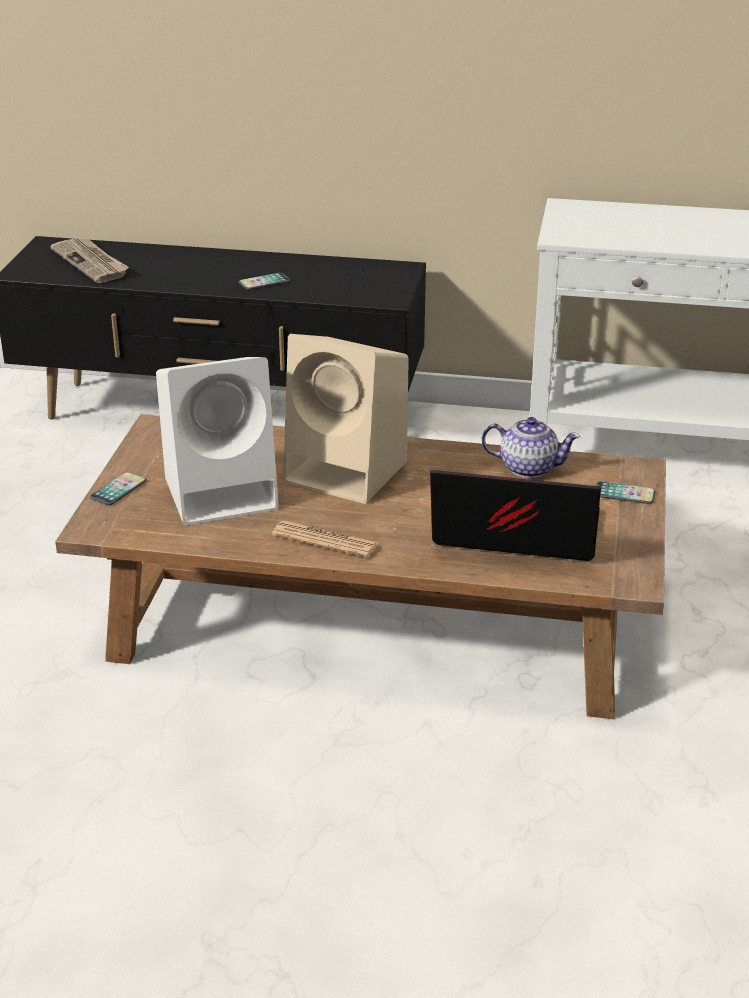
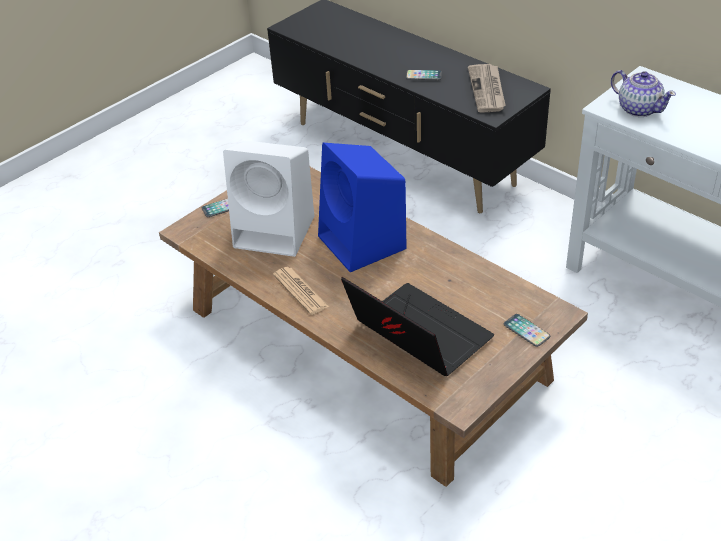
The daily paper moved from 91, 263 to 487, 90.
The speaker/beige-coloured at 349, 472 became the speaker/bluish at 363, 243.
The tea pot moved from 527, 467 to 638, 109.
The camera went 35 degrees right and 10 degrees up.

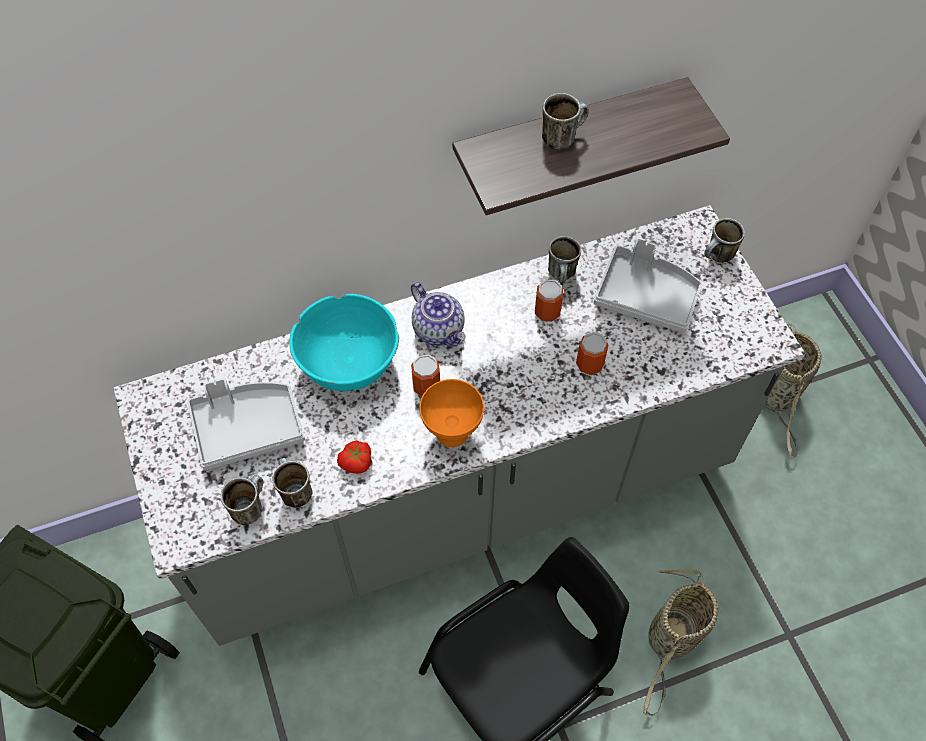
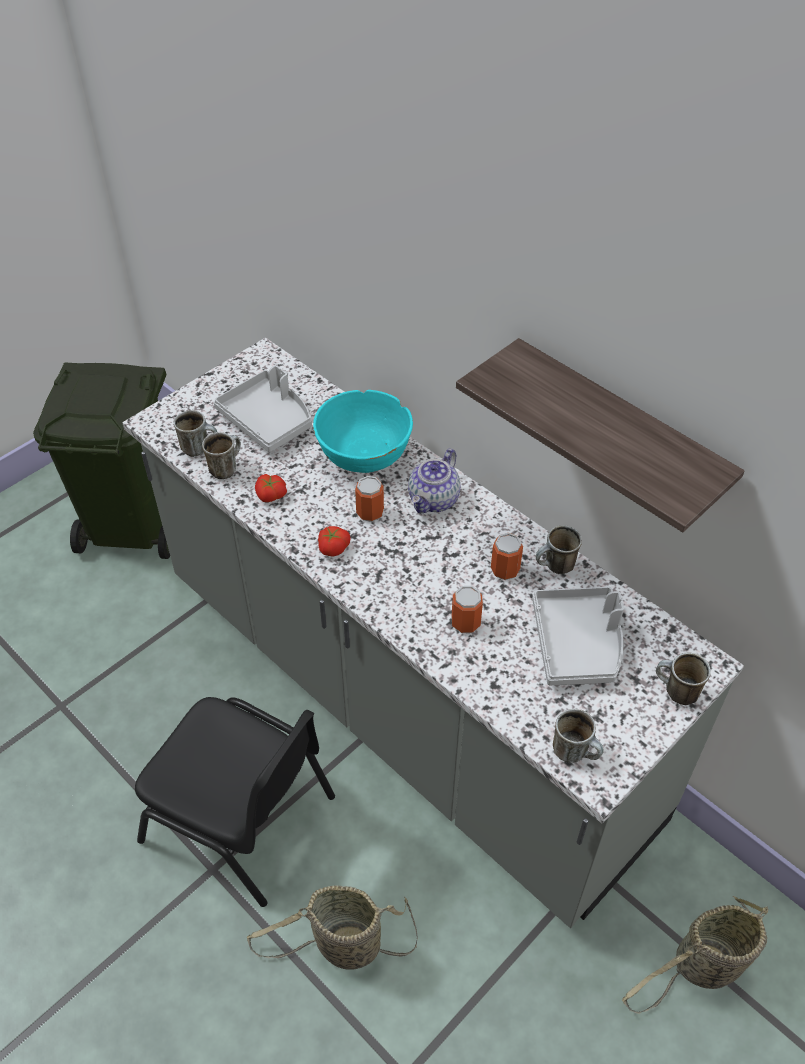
The deep dish/orangey at 453, 433 was replaced by the tomato at 333, 547.
The mug moved from 562, 137 to 575, 752.
The camera went 65 degrees right and 10 degrees down.

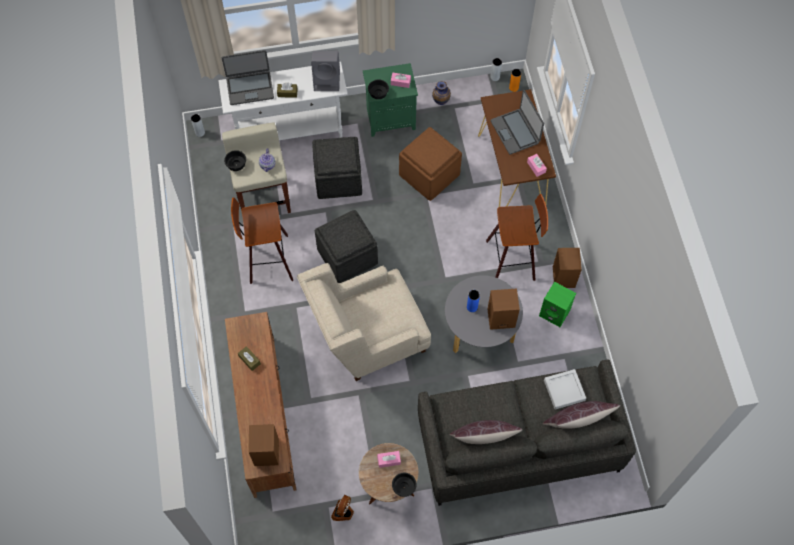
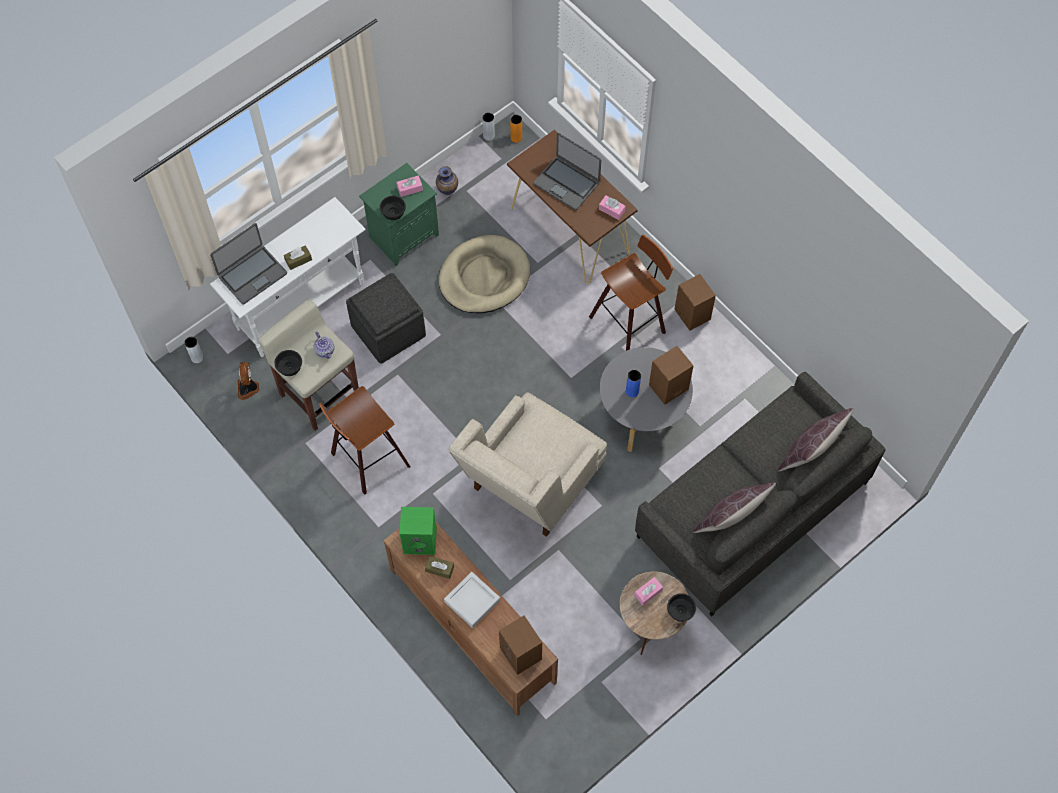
The speaker/grey at 327, 80 disappeared.
The footrest/grey at 347, 257 disappeared.
The cooling fan moved from 343, 512 to 248, 388.
The footrest/brownish at 428, 174 was replaced by the pet bed/beige-coloured at 484, 277.
The speaker/green moved from 555, 313 to 421, 540.
The carrying tray/grey moved from 564, 390 to 472, 601.
The camera went 30 degrees left and 0 degrees up.

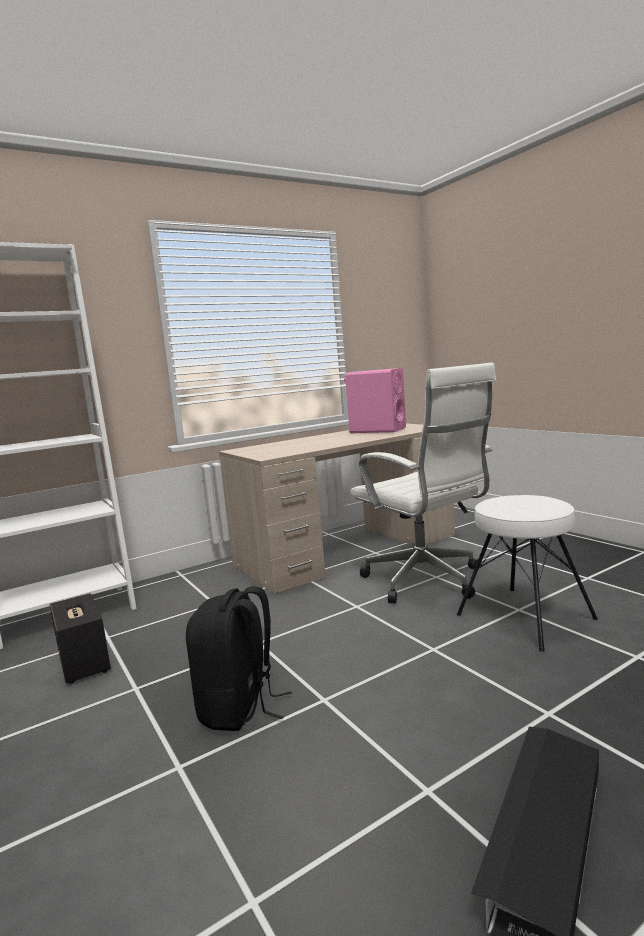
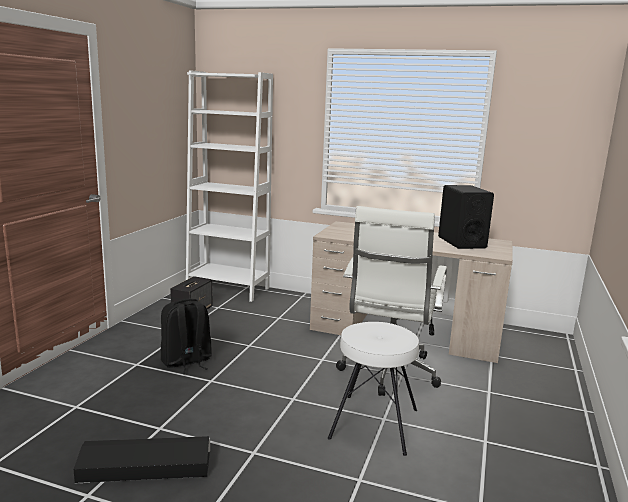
The speaker/pink at 377, 430 became the speaker/black-coloured at 461, 242.
The camera went 50 degrees right and 5 degrees up.

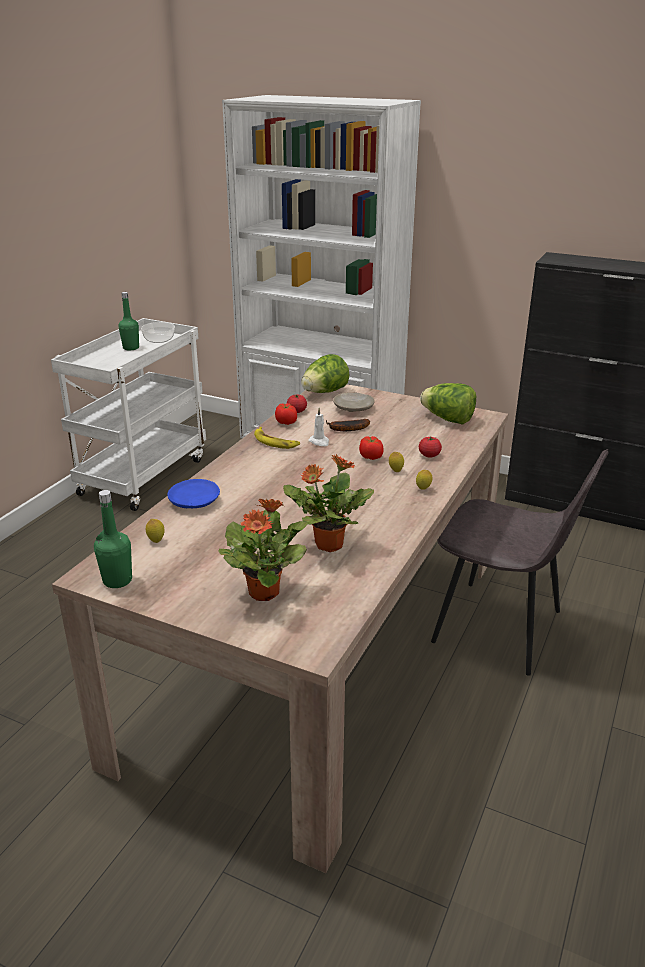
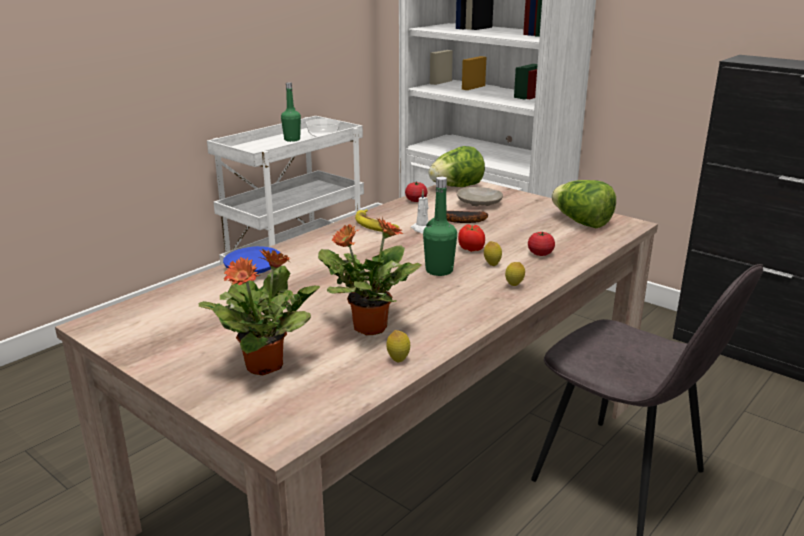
The beverage bottle/green moved from 117, 580 to 439, 271.
The lemon moved from 156, 541 to 398, 360.
The tomato at 286, 422 disappeared.
The camera went 15 degrees right and 5 degrees down.

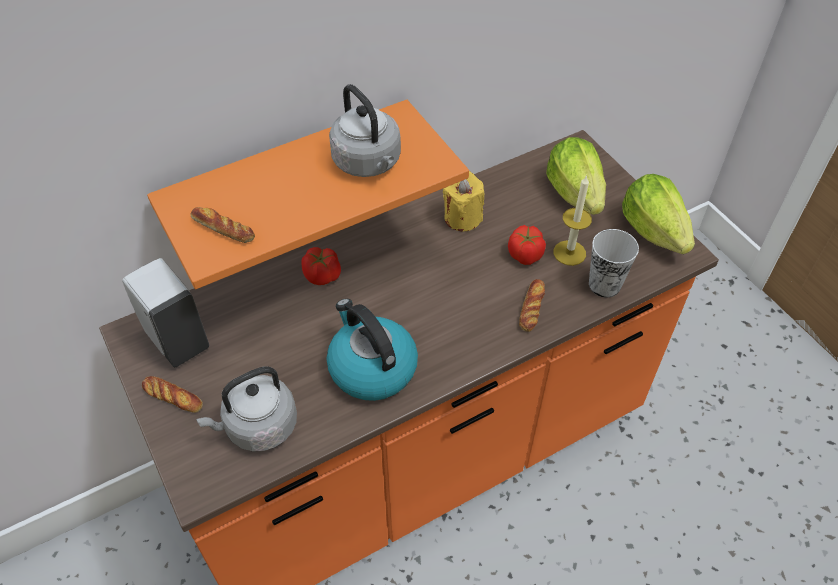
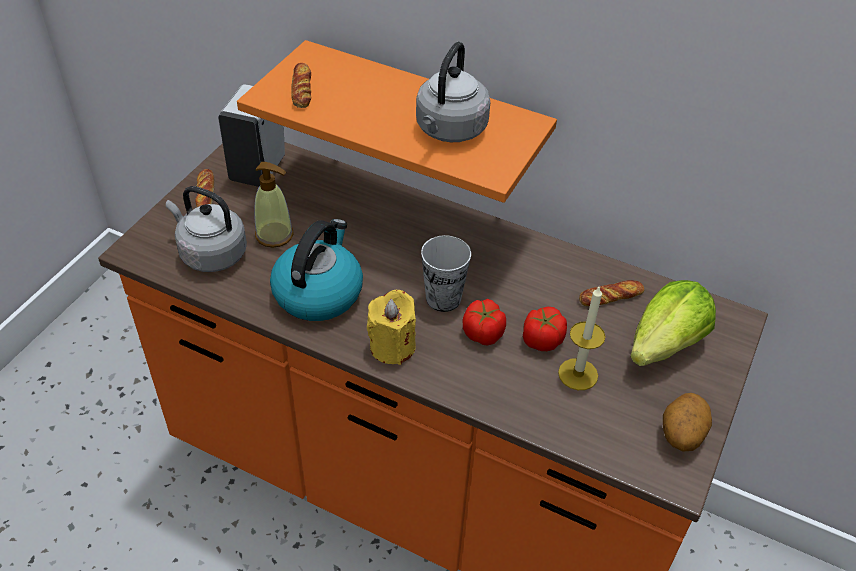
The tomato moved from 322, 275 to 483, 334.
The candle/yellow moved from 462, 218 to 392, 346.
The baked bread moved from 531, 308 to 610, 297.
The small cup moved from 604, 285 to 443, 298.
The lettuce head at 653, 231 was replaced by the potato at 680, 435.
The soap dispenser at 274, 235 appeared.
The camera went 55 degrees right and 5 degrees down.

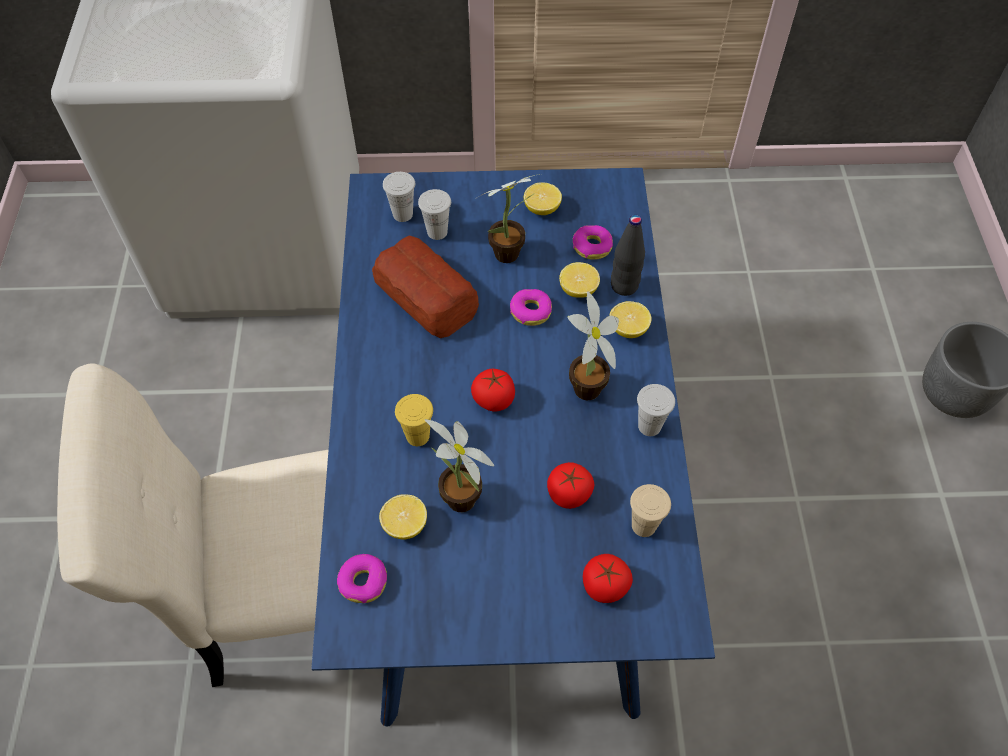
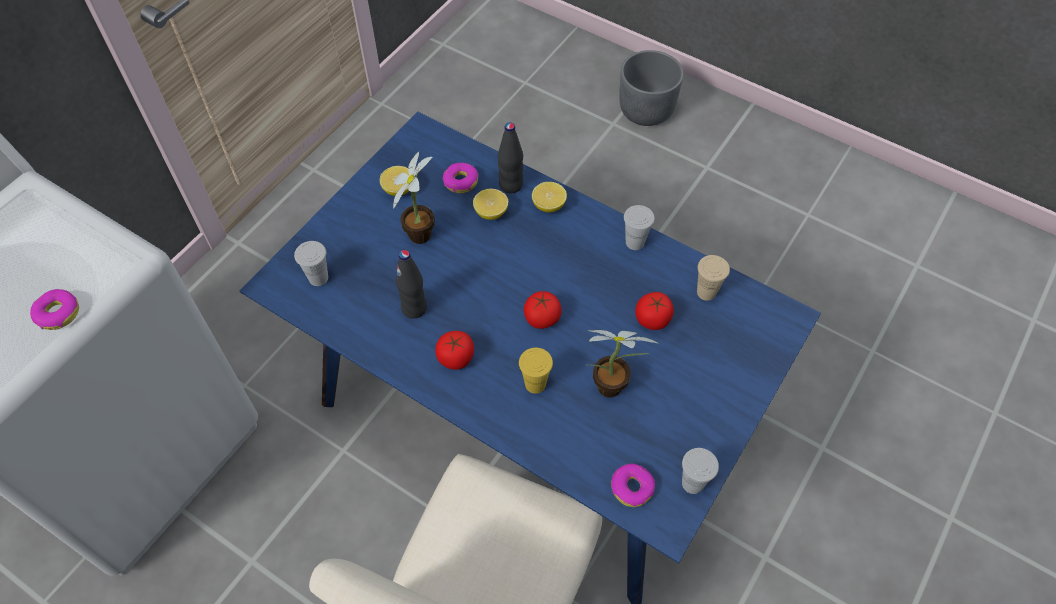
The baked bread at 426, 297 was replaced by the beverage bottle/black-coloured at 414, 308.
The lemon at 405, 525 disappeared.
The small cup/white-coloured moved from 437, 232 to 692, 483.
The donut moved from 530, 311 to 58, 313.
The houseplant at 584, 393 disappeared.
The tomato moved from 605, 586 to 456, 358.
The camera went 55 degrees left and 0 degrees up.

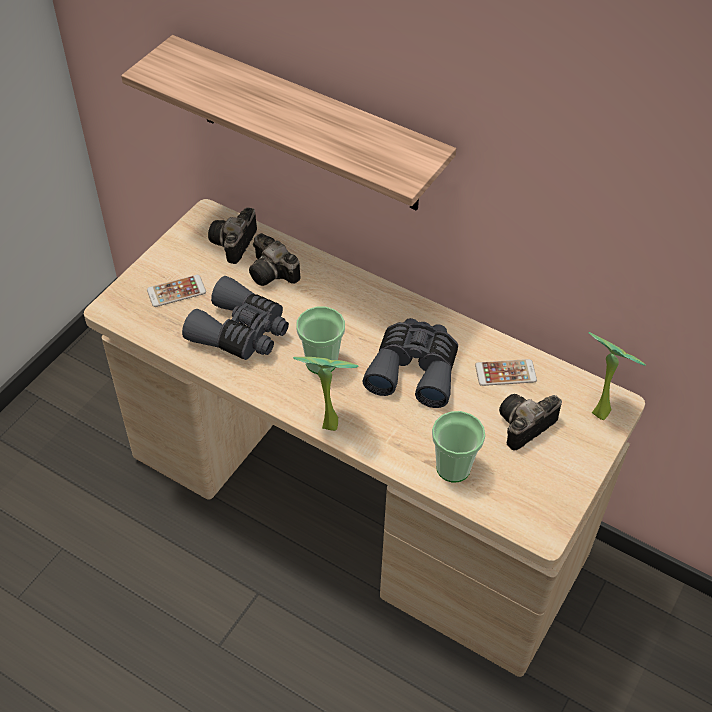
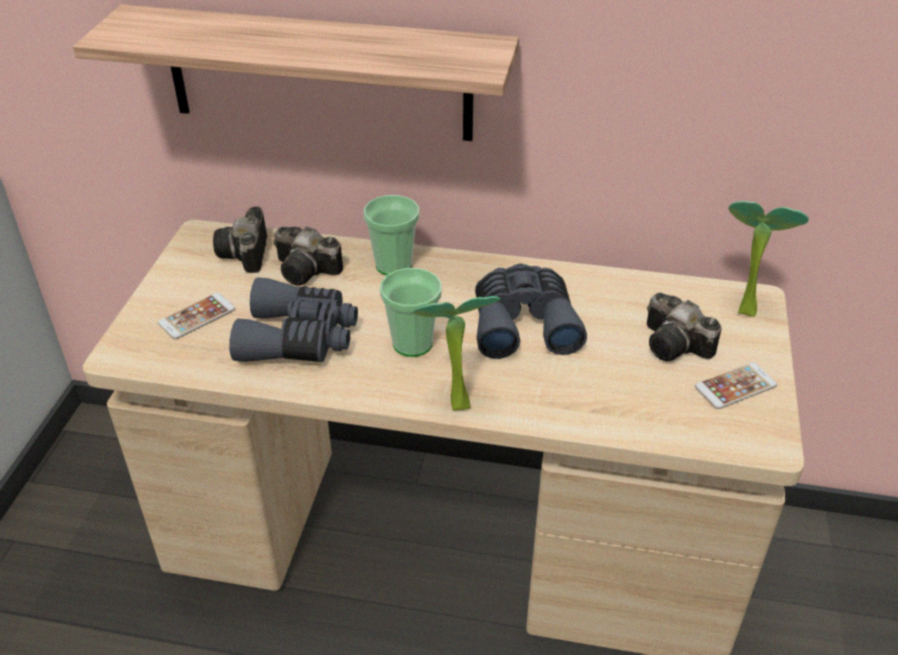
The small cup moved from 453, 468 to 394, 265.
The phone moved from 505, 373 to 735, 386.
The photo camera at 523, 427 turned 75 degrees counterclockwise.
The camera went 20 degrees left and 10 degrees down.

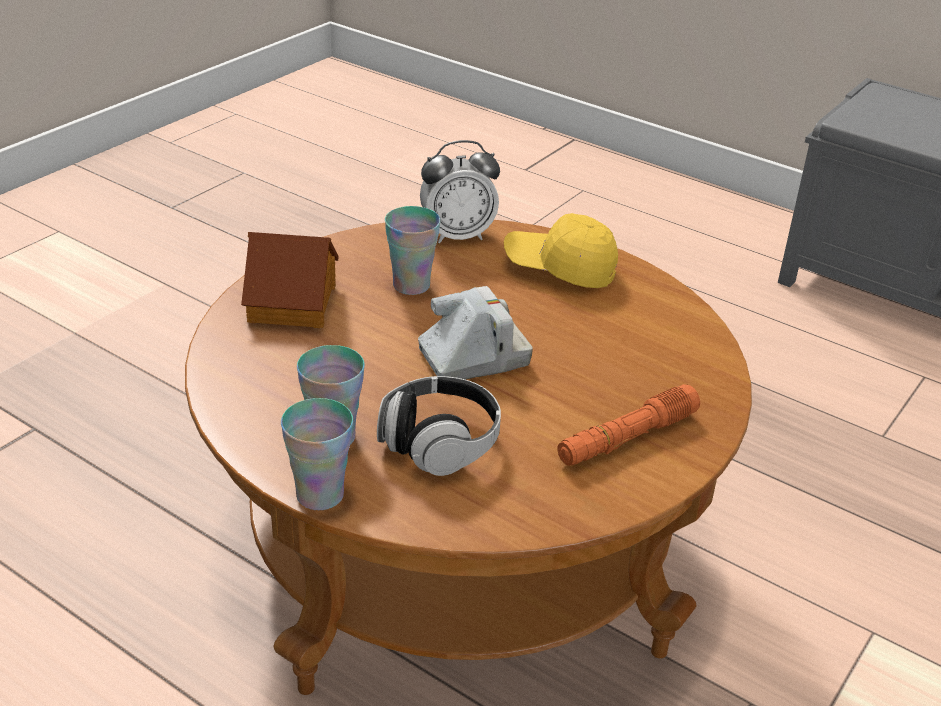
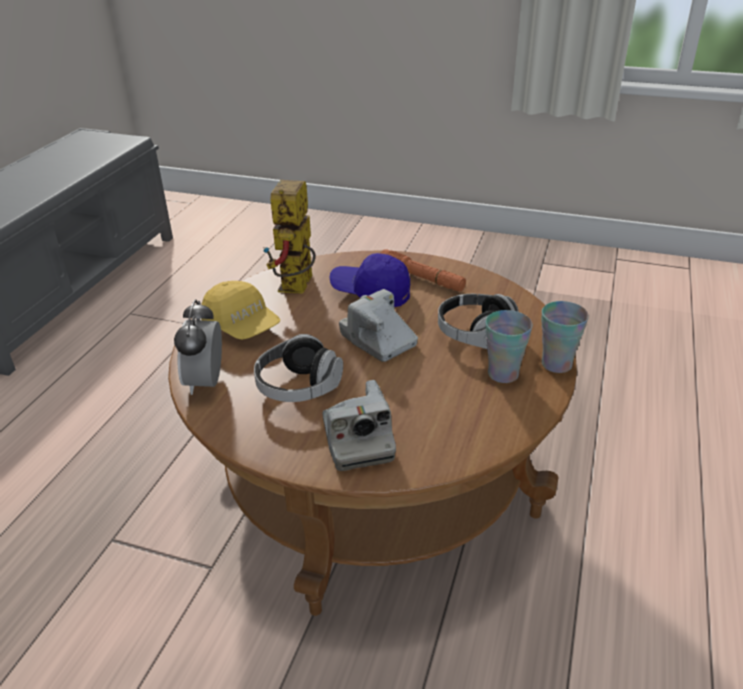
The model house at 294, 303 was replaced by the photo camera at 357, 441.
The small cup at 411, 285 was replaced by the headphones at 298, 387.
The alarm clock at 457, 235 turned 150 degrees counterclockwise.
The baseball cap/yellow at 560, 269 turned 45 degrees counterclockwise.
The toy robot at 297, 289 appeared.
The baseball cap/bluish at 371, 293 appeared.
The camera went 105 degrees left and 0 degrees up.

